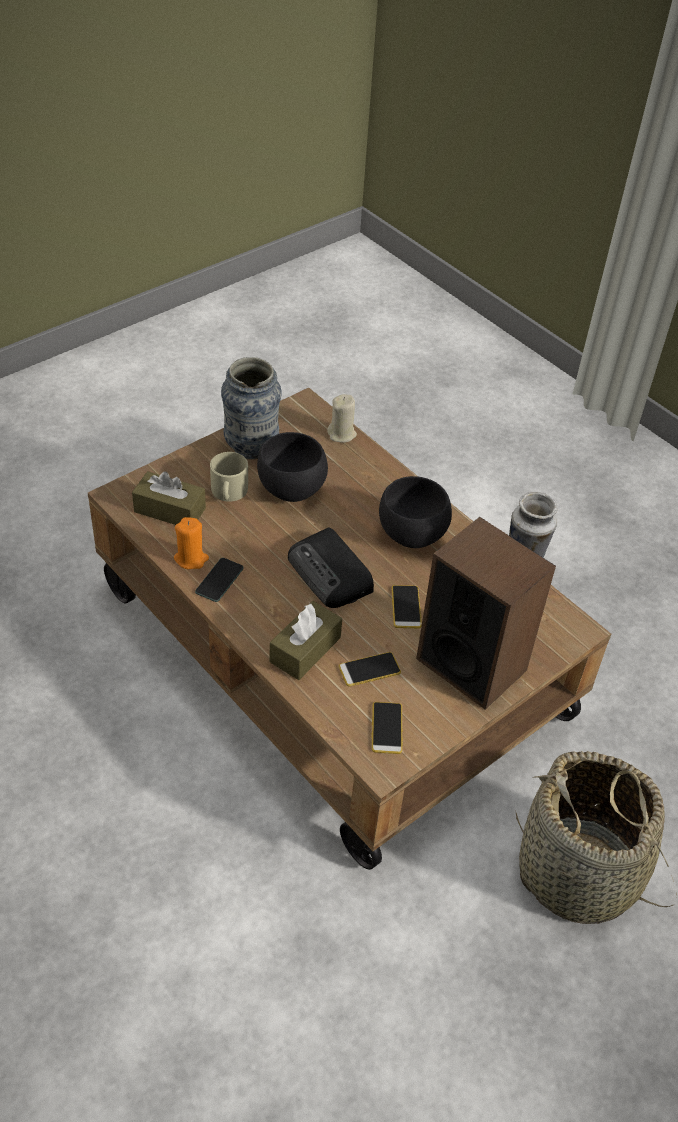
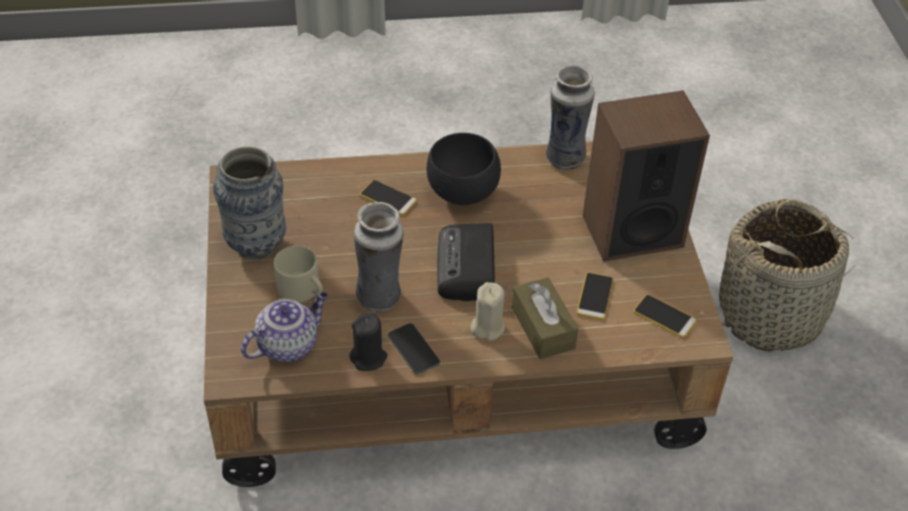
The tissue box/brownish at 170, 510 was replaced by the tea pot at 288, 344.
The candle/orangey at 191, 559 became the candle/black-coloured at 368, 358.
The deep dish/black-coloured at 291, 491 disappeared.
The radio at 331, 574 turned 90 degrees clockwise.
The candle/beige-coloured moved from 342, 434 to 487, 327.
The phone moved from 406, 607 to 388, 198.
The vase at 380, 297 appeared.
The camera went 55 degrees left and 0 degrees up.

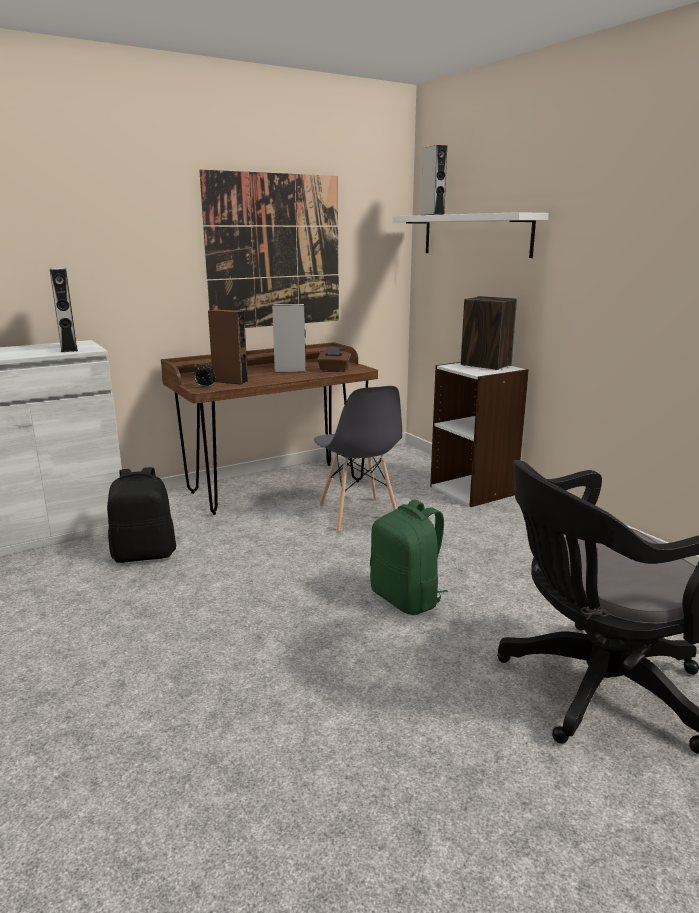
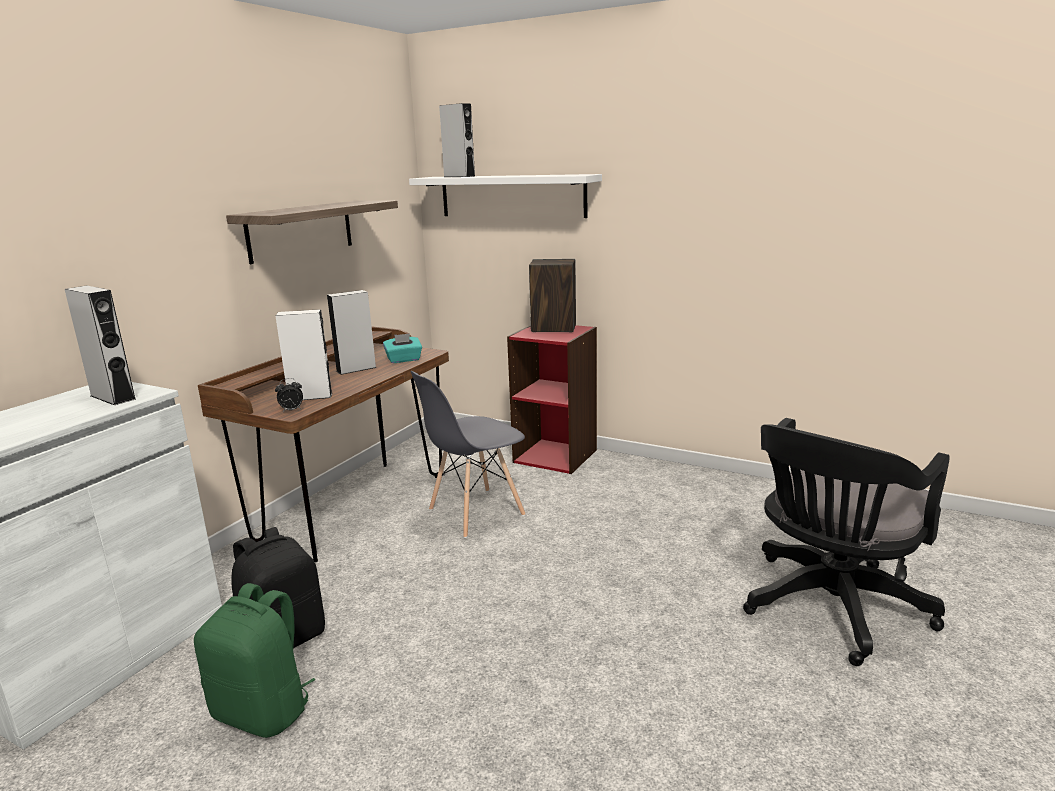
The wall picture at 275, 251 was replaced by the bracket shelf at 301, 230.
The speaker/brownish at 230, 381 became the speaker/white-coloured at 310, 397.
The upright chair/grey at 358, 514 turned 105 degrees clockwise.
The tissue box/brownish at 333, 370 became the tissue box/blue-green at 404, 360.
The backpack/green moved from 407, 599 to 264, 711.
The bookshelf/white-coloured at 474, 490 became the bookshelf/red-coloured at 556, 456.
The camera went 30 degrees left and 0 degrees up.

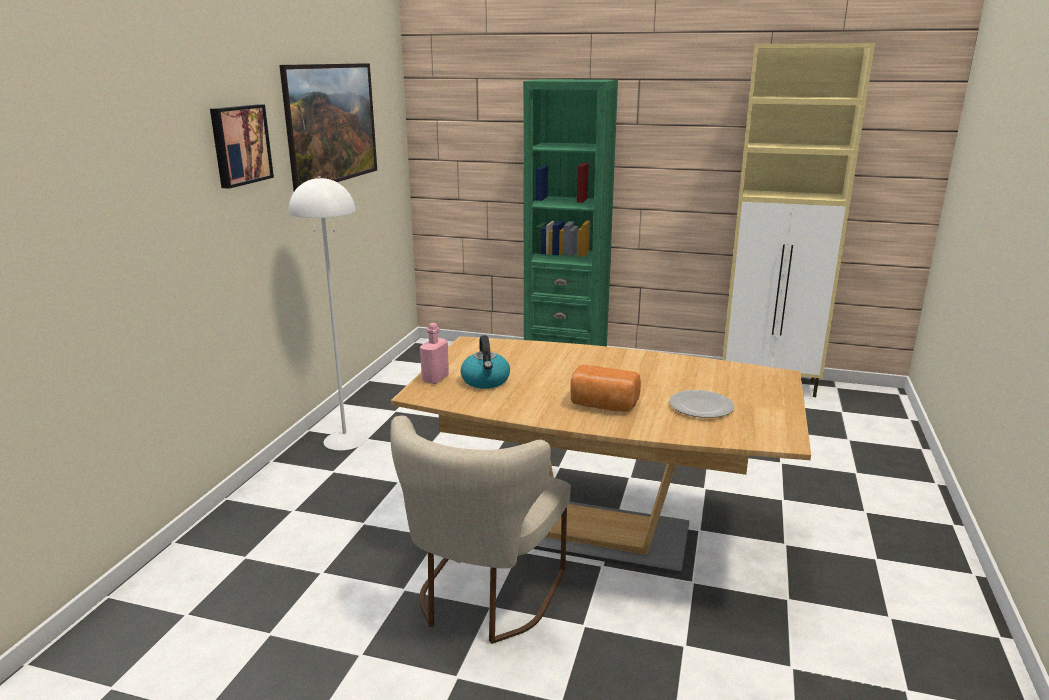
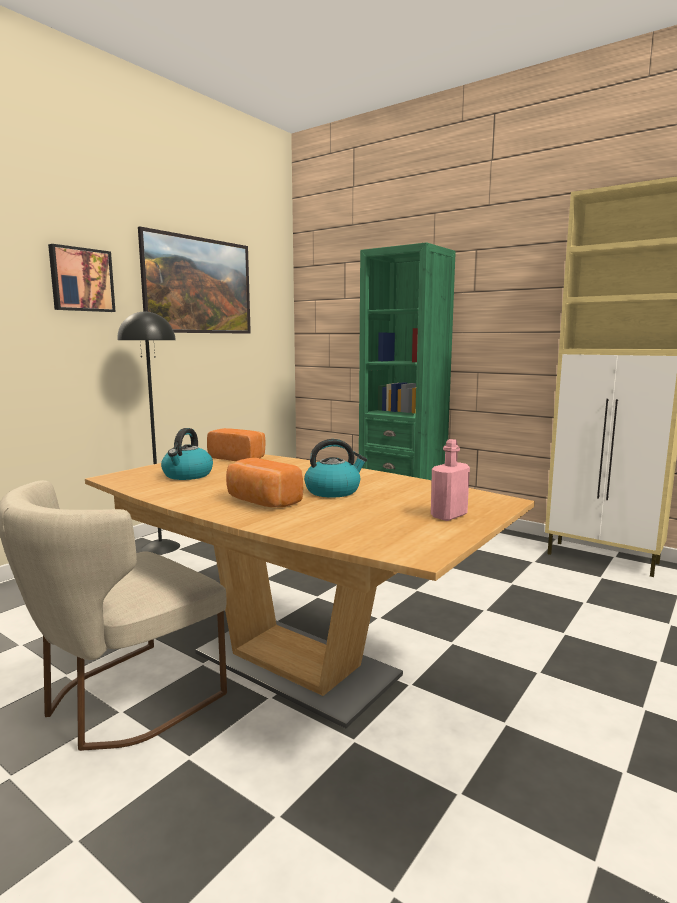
The floor lamp/white-coloured at 345, 439 became the floor lamp/black-coloured at 161, 547.
The beverage bottle/pink moved from 435, 378 to 449, 515.
The flat dish at 701, 406 disappeared.
The baked bread at 239, 458 appeared.
The tea kettle at 333, 491 appeared.
The camera went 20 degrees right and 10 degrees down.

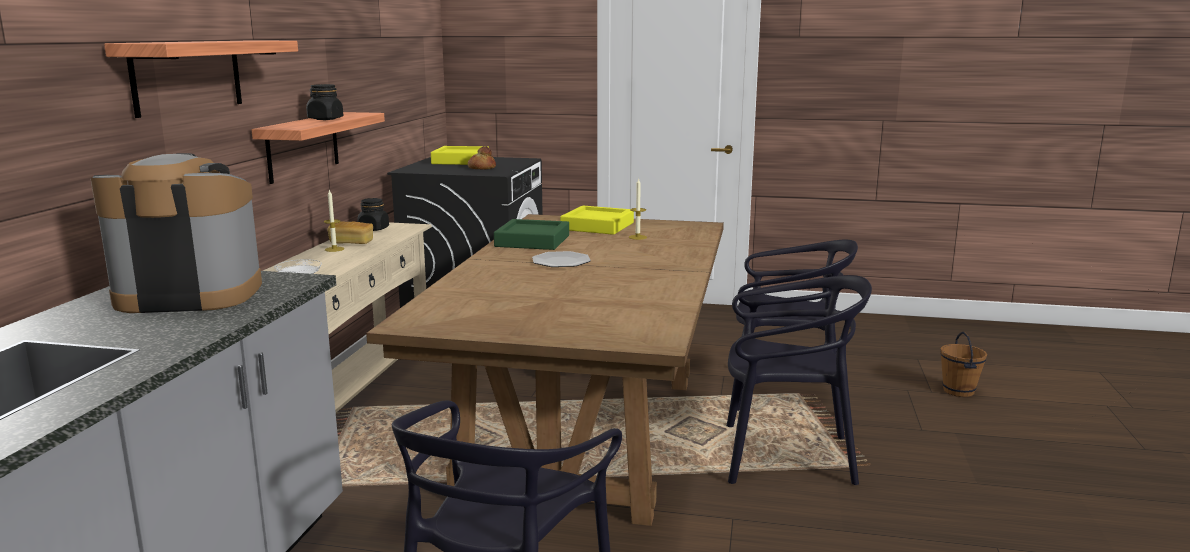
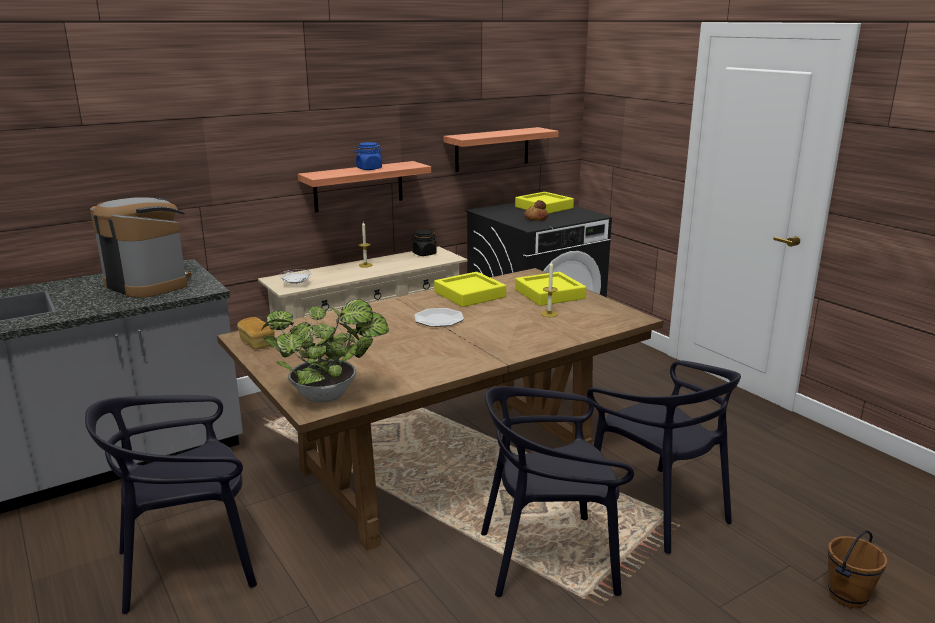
The bracket shelf moved from 188, 76 to 492, 149.
The storage jar/black-coloured at 325, 119 became the storage jar/bluish at 369, 169.
The baked bread moved from 351, 242 to 257, 343.
The carrying tray/green at 532, 241 became the carrying tray/yellow at 469, 294.
The upright chair/black-coloured at 785, 456 turned 120 degrees clockwise.
The houseplant at 329, 396 appeared.
The camera went 45 degrees right and 5 degrees up.

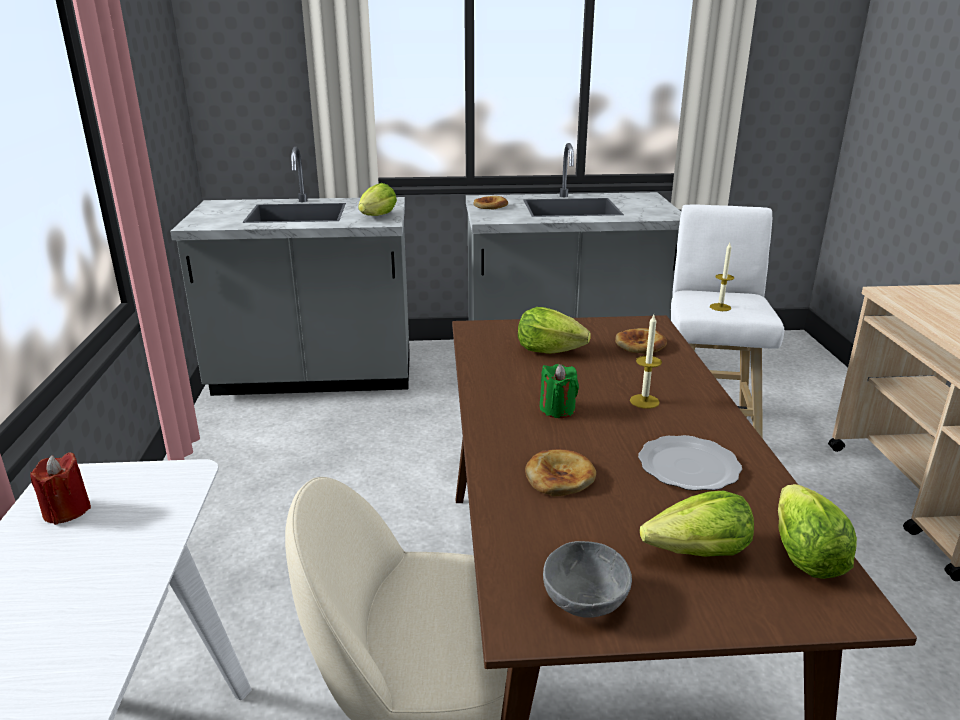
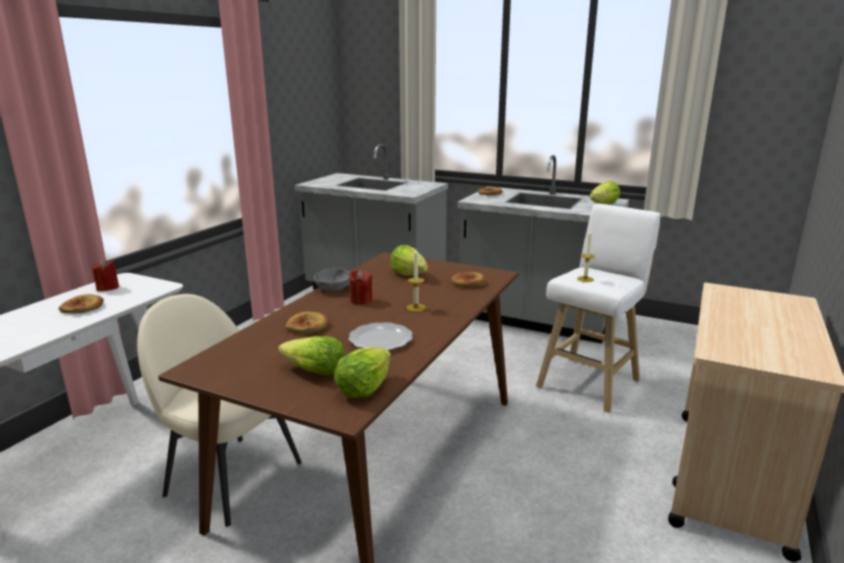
The lettuce head moved from 378, 216 to 604, 204.
The candle/green at 557, 409 became the candle/red-coloured at 361, 300.
The deep dish/grey moved from 587, 600 to 333, 289.
The baked bread at 83, 307 appeared.
The camera went 30 degrees right and 5 degrees down.

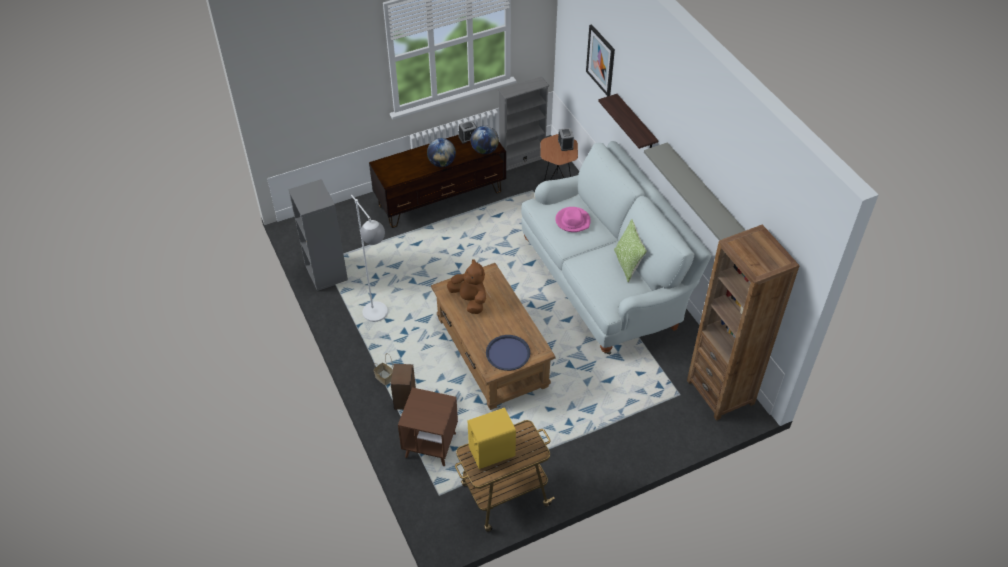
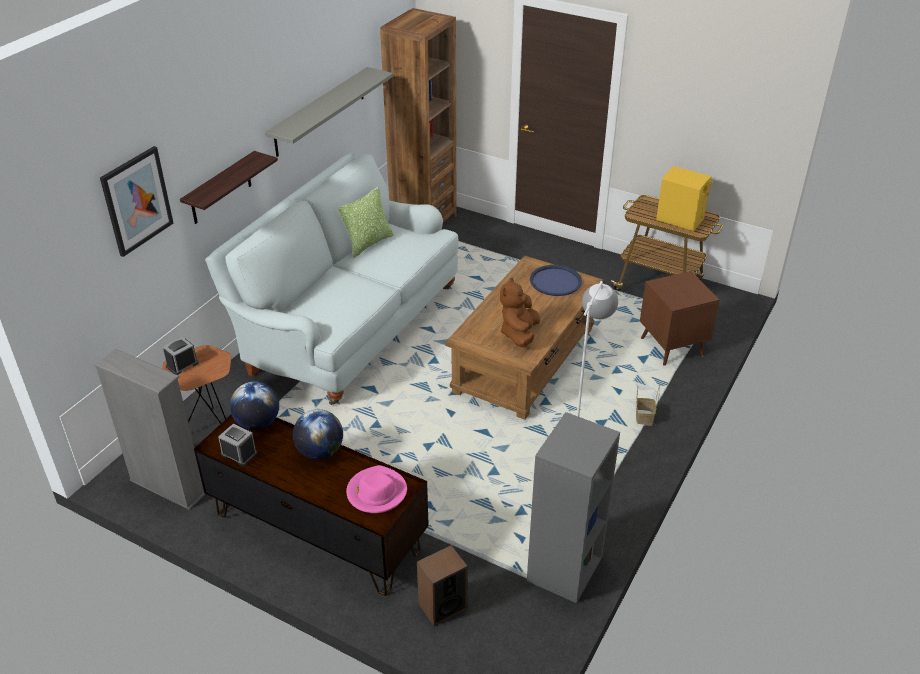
The speaker moved from 405, 399 to 442, 606.
The clothing hat/pink moved from 573, 221 to 376, 492.
The camera went 125 degrees left and 10 degrees down.

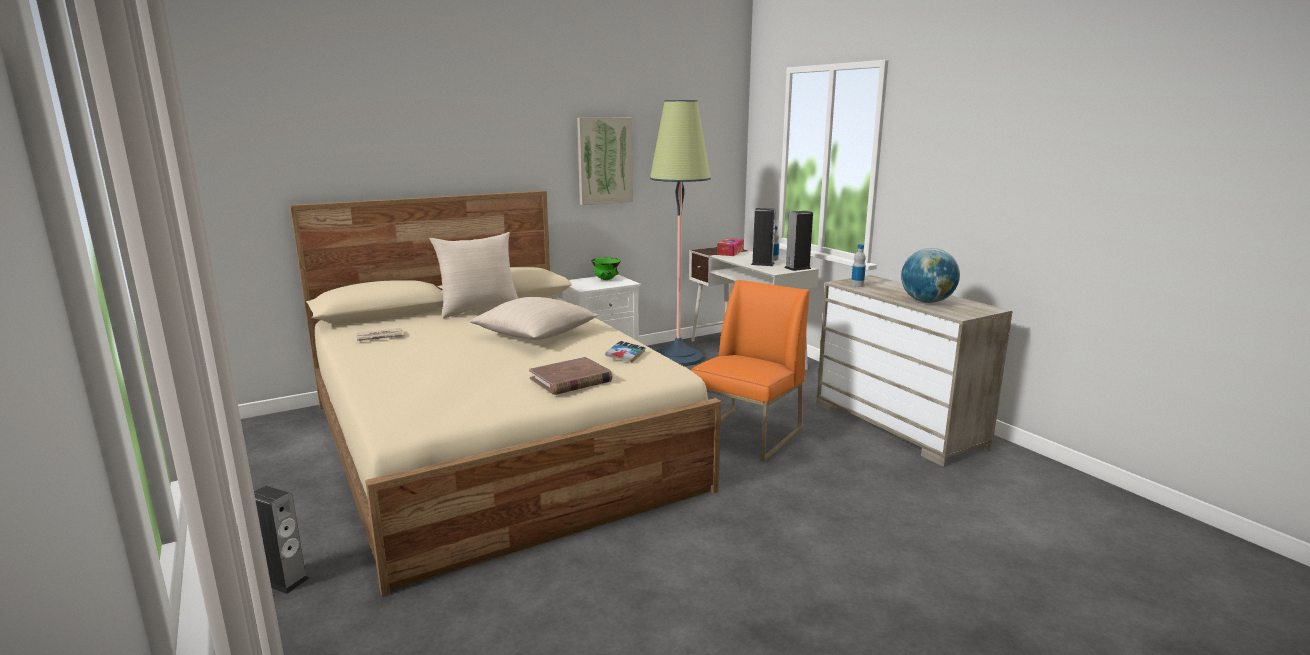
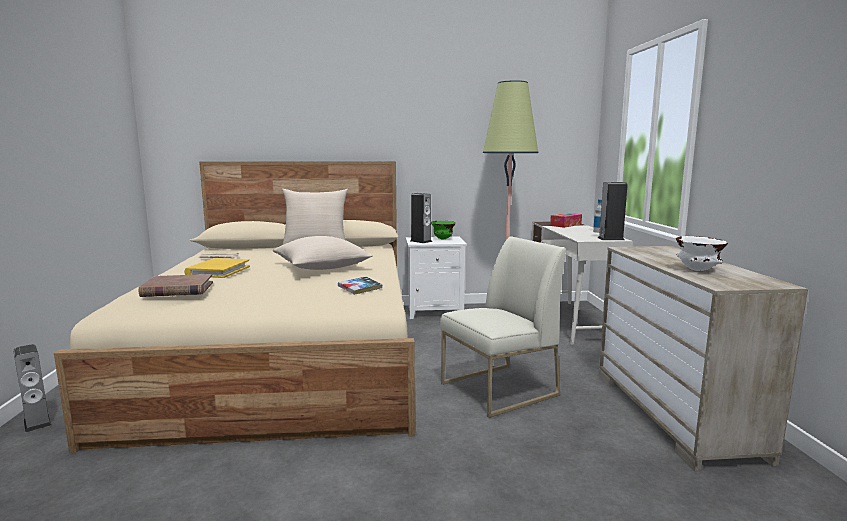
The volume/brownish moved from 571, 380 to 177, 289.
The wall picture at 604, 161 disappeared.
The upright chair/orangey at 747, 435 became the upright chair/white-coloured at 498, 390.
The speaker moved from 762, 264 to 421, 241.
The beverage bottle at 857, 285 disappeared.
The globe at 927, 302 was replaced by the deep dish/white-coloured at 698, 270.
The volume/yellow at 218, 271 appeared.
The camera went 25 degrees right and 5 degrees down.

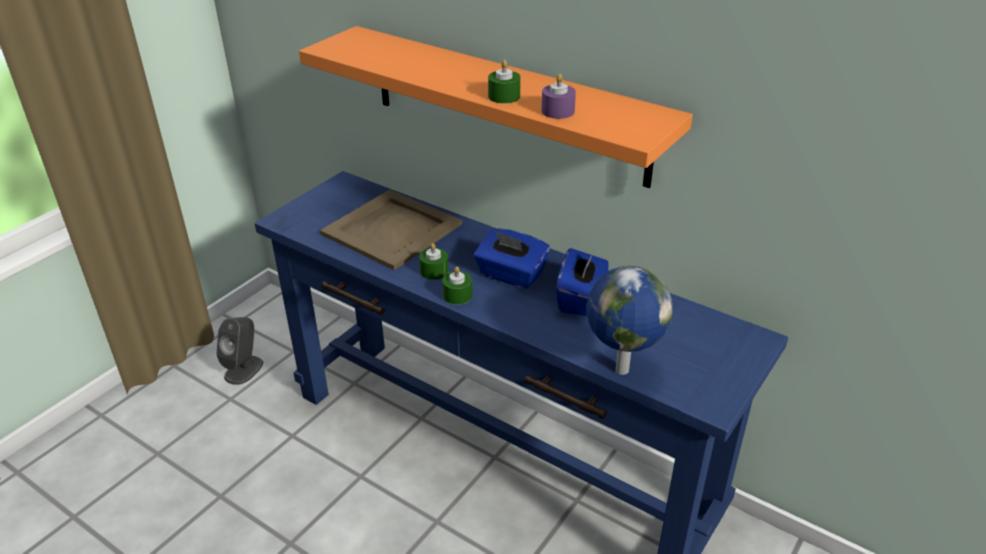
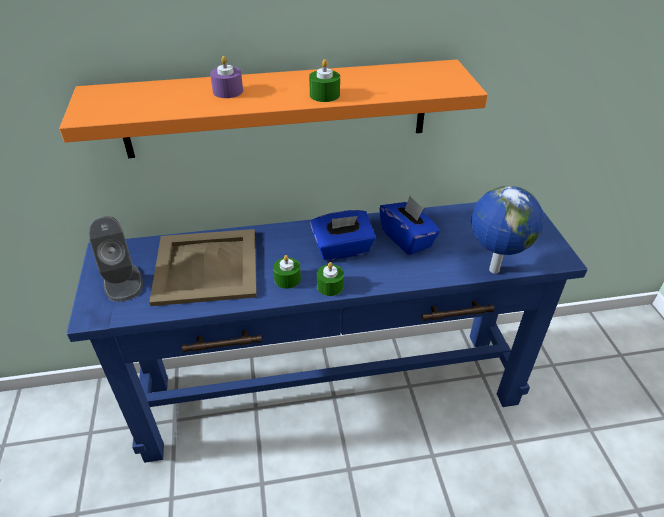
The speaker/grey moved from 244, 369 to 123, 282.
The candle/purple-coloured moved from 558, 111 to 228, 91.
The camera went 45 degrees left and 5 degrees up.

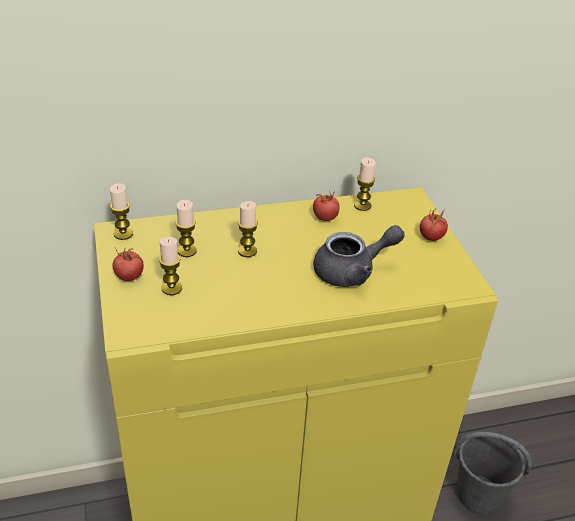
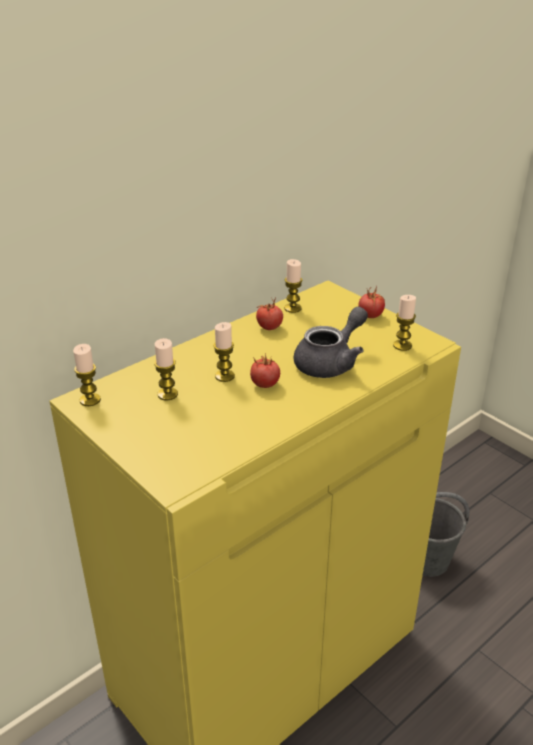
The tomato moved from 129, 276 to 265, 384.
The candle moved from 171, 288 to 402, 345.
The camera went 25 degrees left and 5 degrees down.

